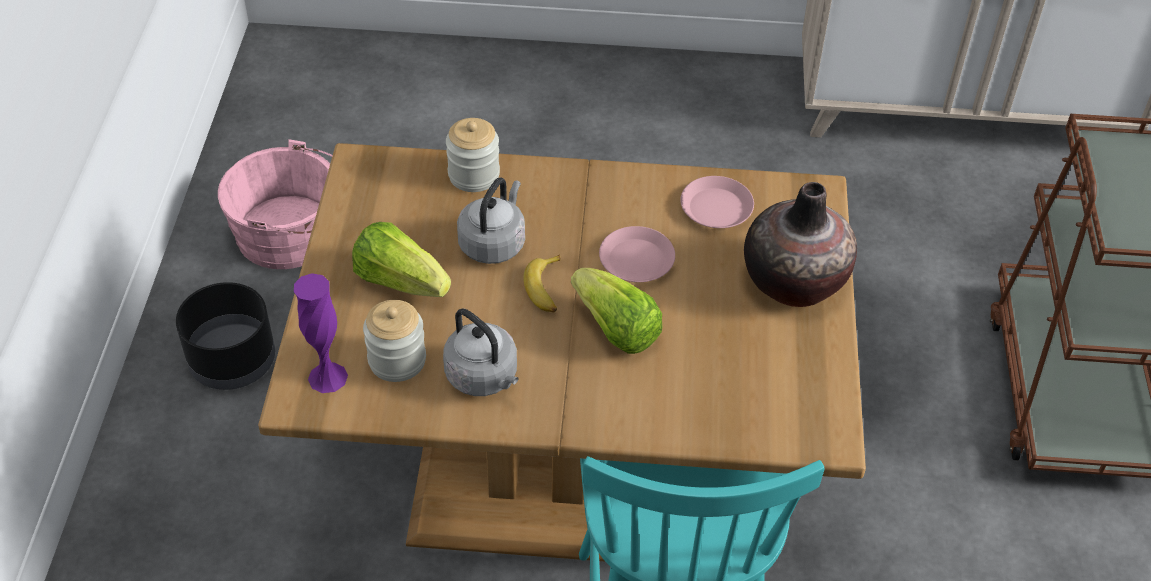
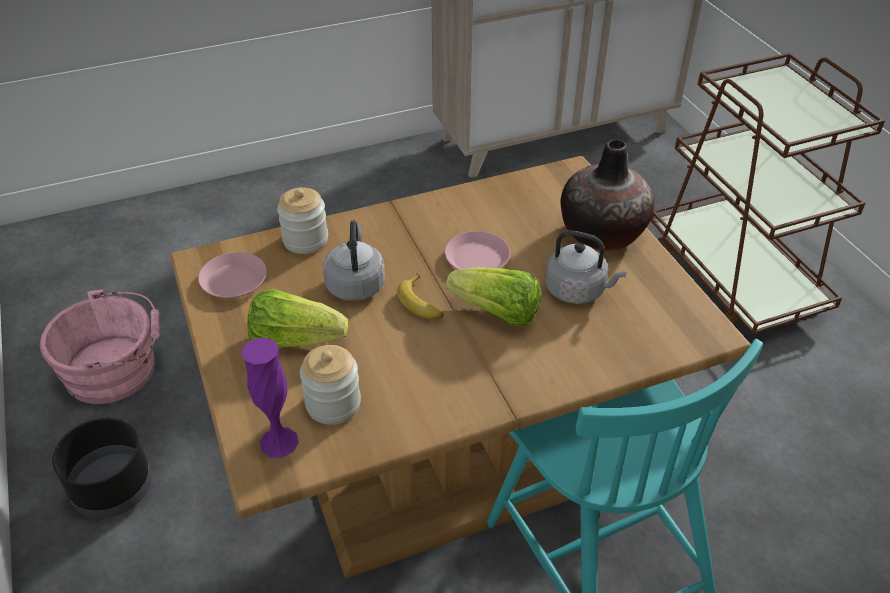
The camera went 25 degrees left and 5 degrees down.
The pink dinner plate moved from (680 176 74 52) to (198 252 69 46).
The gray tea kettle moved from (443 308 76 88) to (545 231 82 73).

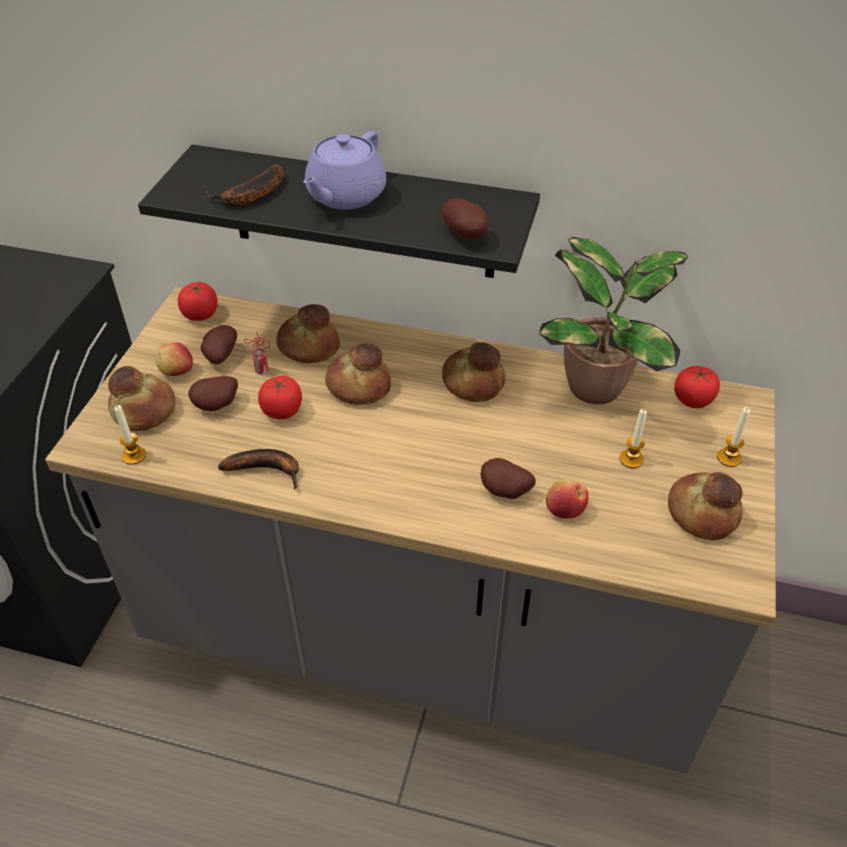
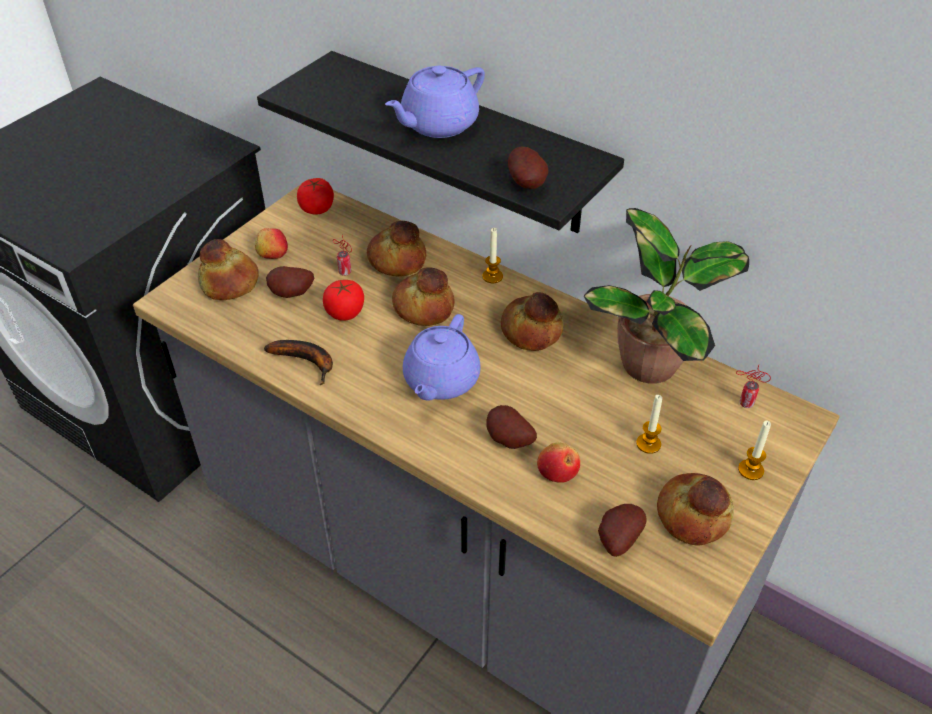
The camera went 20 degrees right and 0 degrees up.
The purplish pot for tea at (403 314 78 87) appeared.
The wax candle moved from (114 405 32 60) to (482 228 21 55).
The spud moved from (200 325 37 39) to (598 504 48 53).
The tomato at (674 366 46 42) was replaced by the metal can at (736 365 35 43).
The banana at (206 164 77 42) disappeared.

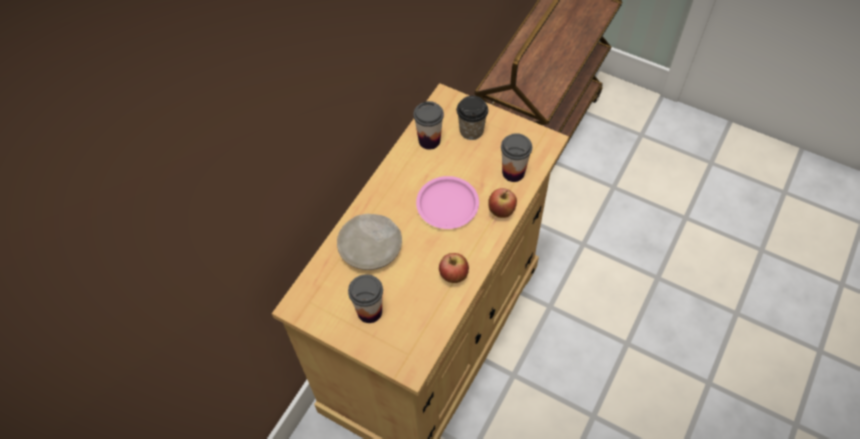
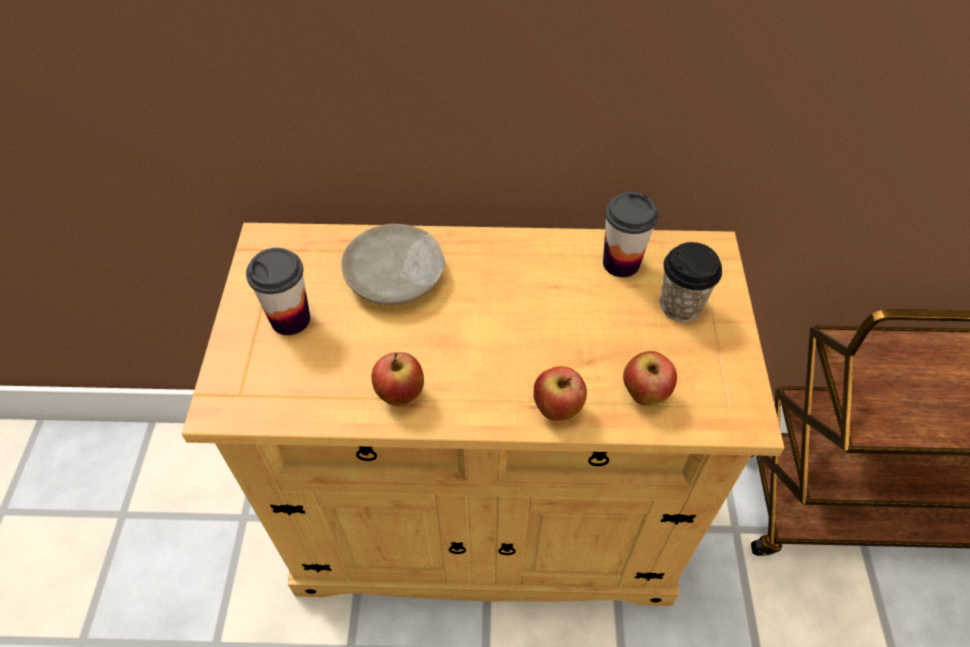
The camera went 60 degrees right and 5 degrees down.
The cup at (501 133 31 49) was replaced by the apple at (623 351 54 55).
The pink dinner plate at (416 176 63 53) disappeared.

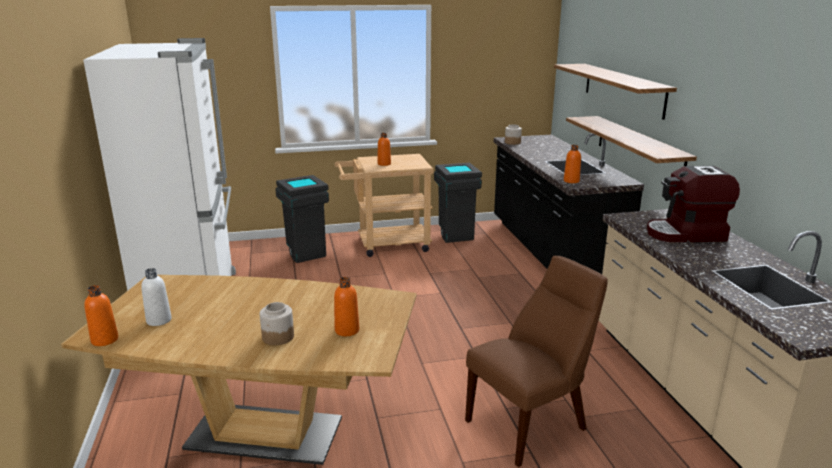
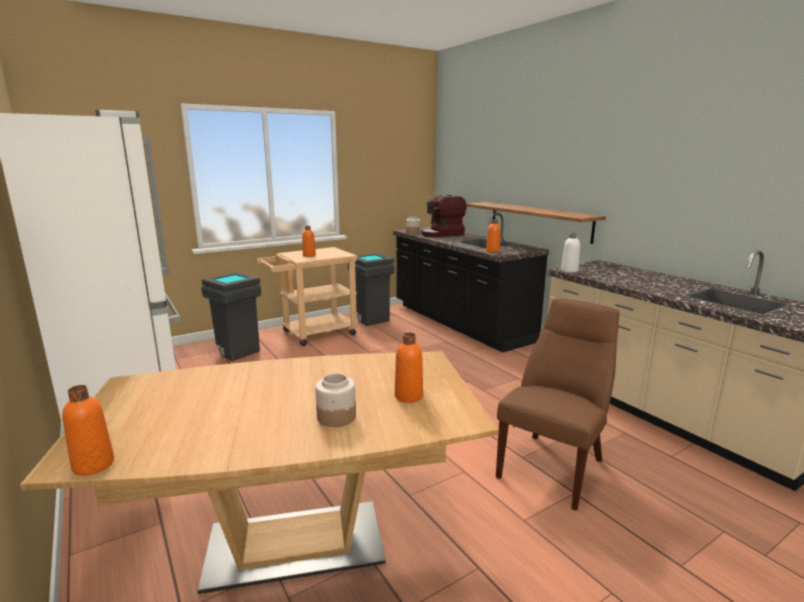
The camera went 20 degrees left and 5 degrees down.
The coffee maker moved from (647 166 93 76) to (421 195 46 42).
The white-coloured bottle moved from (141 268 31 58) to (561 232 19 41).
The bracket shelf at (554 64 123 56) disappeared.

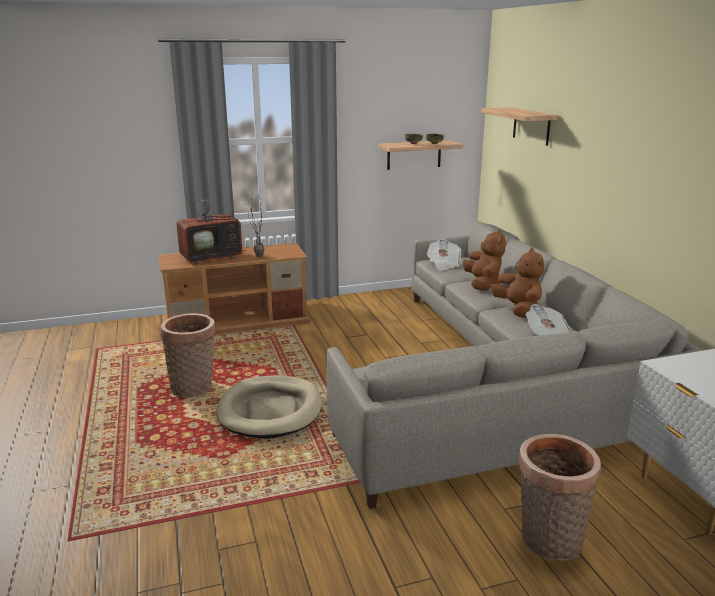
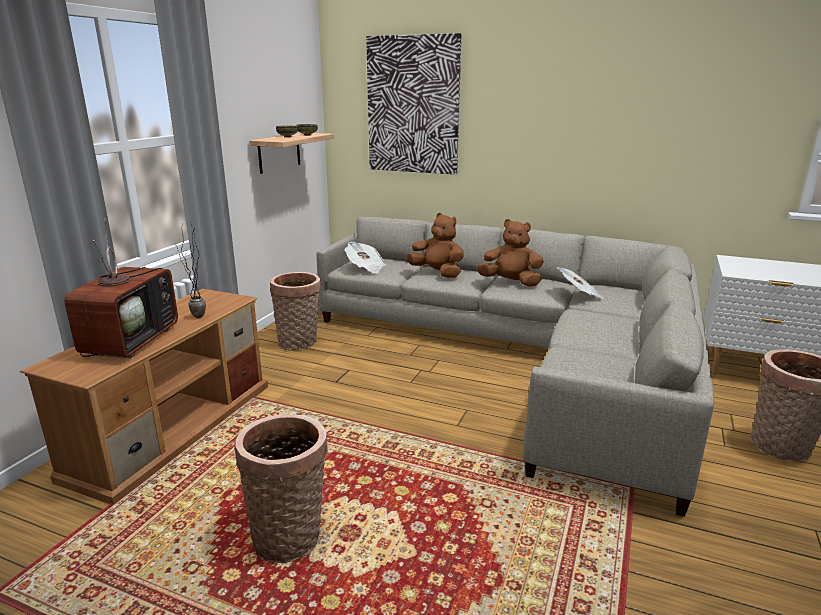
The camera went 50 degrees left and 0 degrees up.
The basket at (270 272 51 78) appeared.
The bracket shelf at (481 107 77 39) was replaced by the wall art at (366 33 95 142).
The sand-coloured dog bed at (216 375 106 64) disappeared.

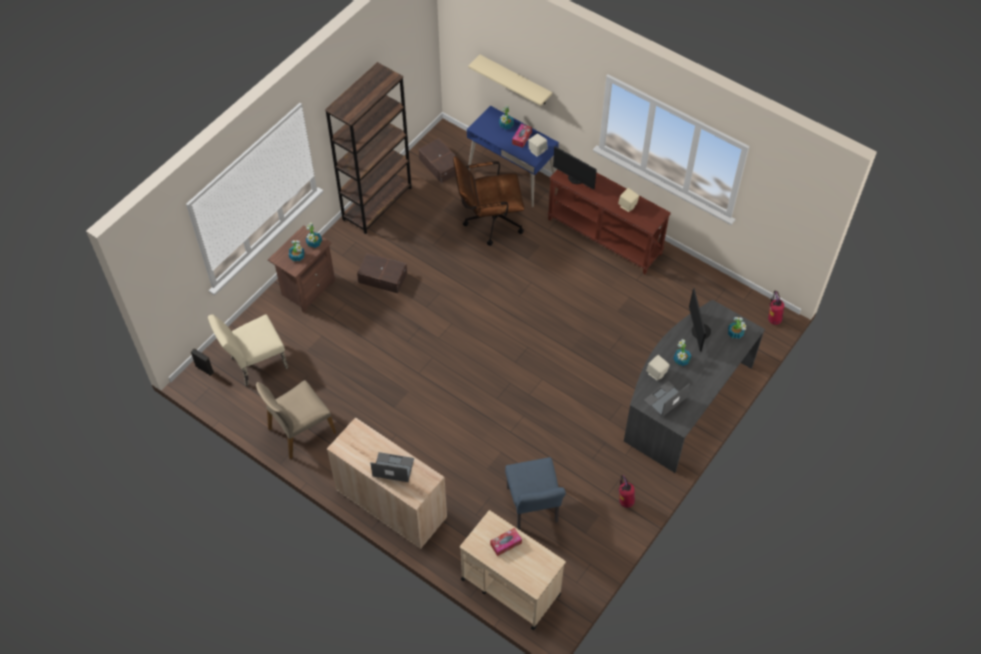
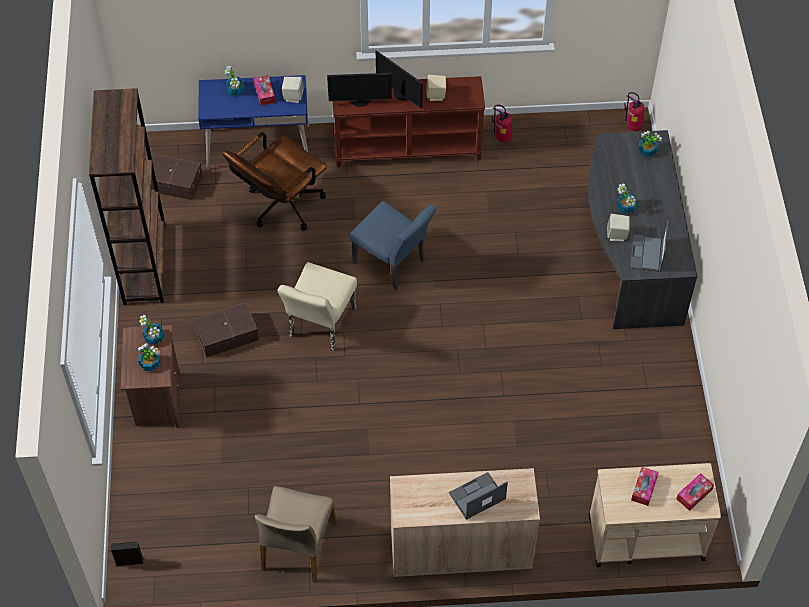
The camera went 40 degrees left and 0 degrees up.
The sand-coloured plain chair moved from (208 314 80 72) to (278 262 79 89).
The blue plain chair moved from (505 457 61 73) to (350 201 86 89).
The monitor moved from (689 288 22 64) to (376 50 47 58).
The extinguisher moved from (618 475 17 33) to (492 105 20 37).
The tissue box at (676 473 38 38) appeared.
The sand-coloured bracket shelf at (468 55 84 51) disappeared.

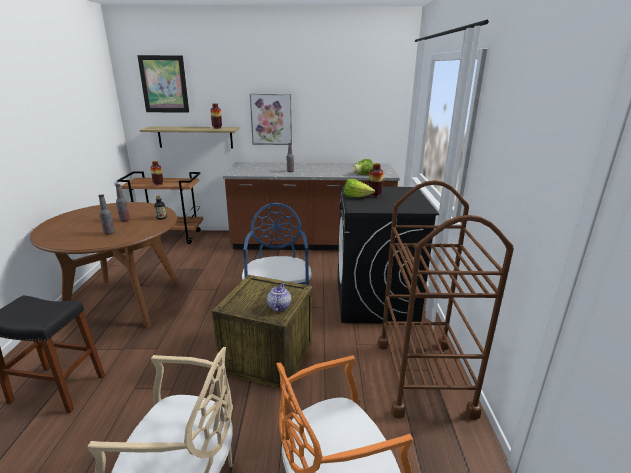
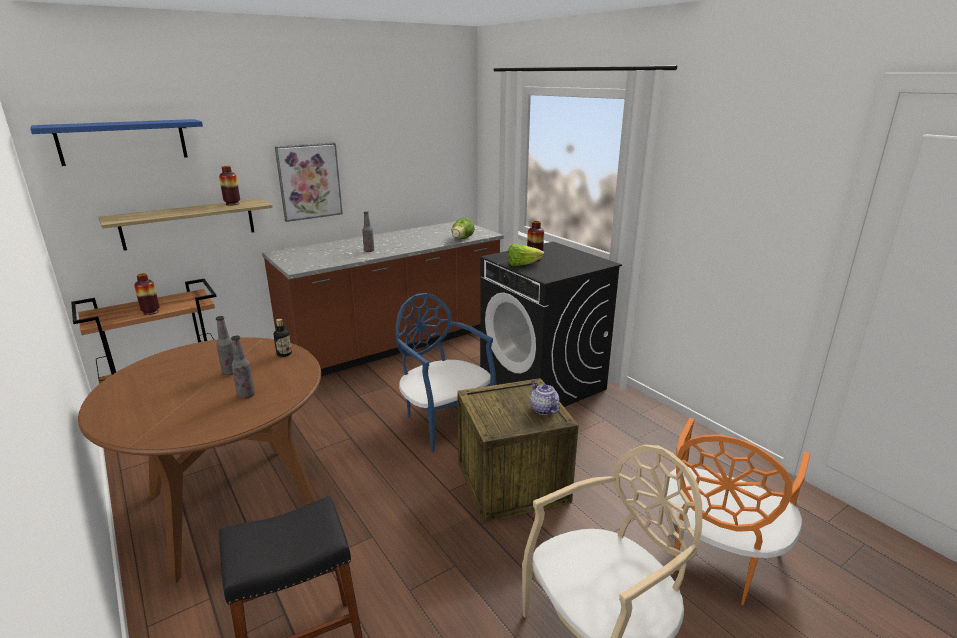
The camera went 35 degrees left and 0 degrees up.
The wall art at (137 55 52 58) was replaced by the blue bracket shelf at (30 119 173 47).
The brown wheeled cart at (377 180 137 240) disappeared.

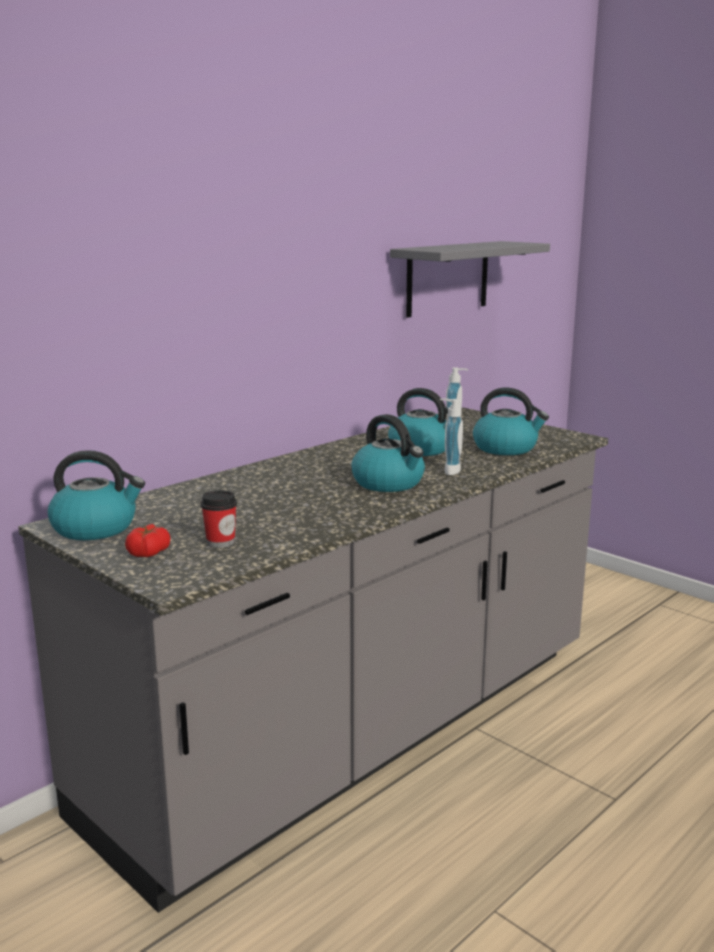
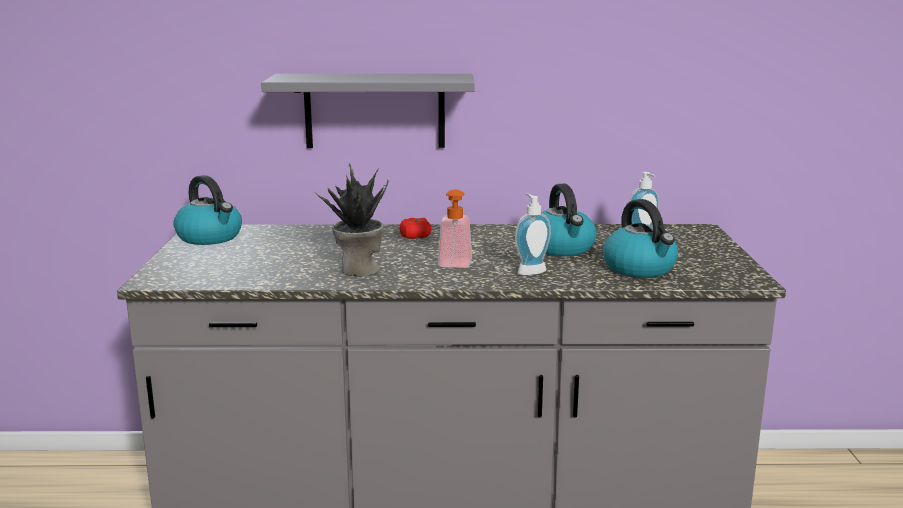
The camera went 45 degrees right and 0 degrees up.
The gray bracket shelf moved from (390 241 160 77) to (261 74 214 74).
The potted plant at (314 163 75 114) appeared.
The tomato moved from (125 524 46 33) to (399 218 32 21).
The tea kettle at (352 414 73 78) was replaced by the liquid soap bottle at (438 189 34 79).
The cup at (201 490 36 58) disappeared.

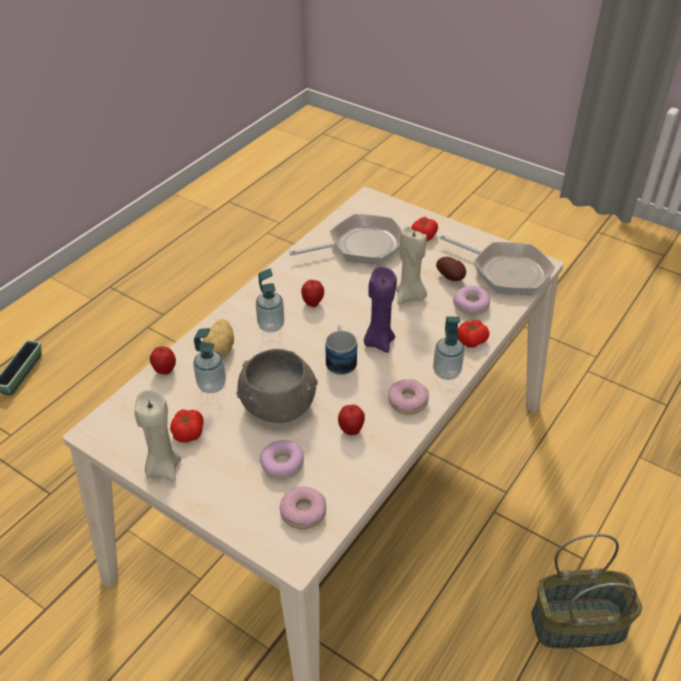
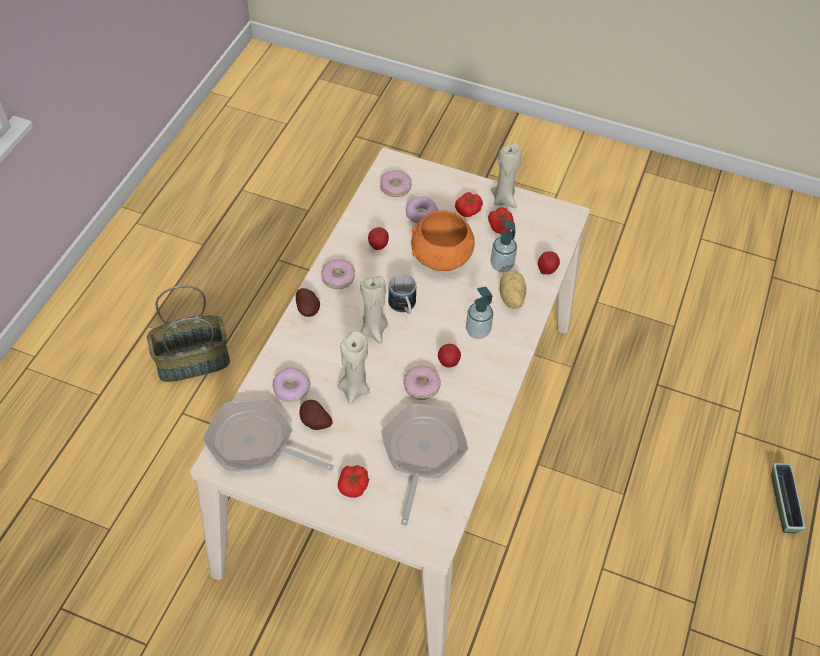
The camera went 165 degrees right and 10 degrees up.
The liquid soap bottle at (433 317 32 63) was replaced by the spud at (296 288 24 29).
The purplish wax candle at (364 267 33 86) became the sand-coloured wax candle at (360 276 28 68).
The skillet at (289 214 113 50) turned 135 degrees clockwise.
The ring doughnut at (404 366 37 34) appeared.
The gray deep dish at (236 349 82 74) became the orange deep dish at (411 210 64 61).
The tomato moved from (458 320 31 28) to (455 192 28 25).

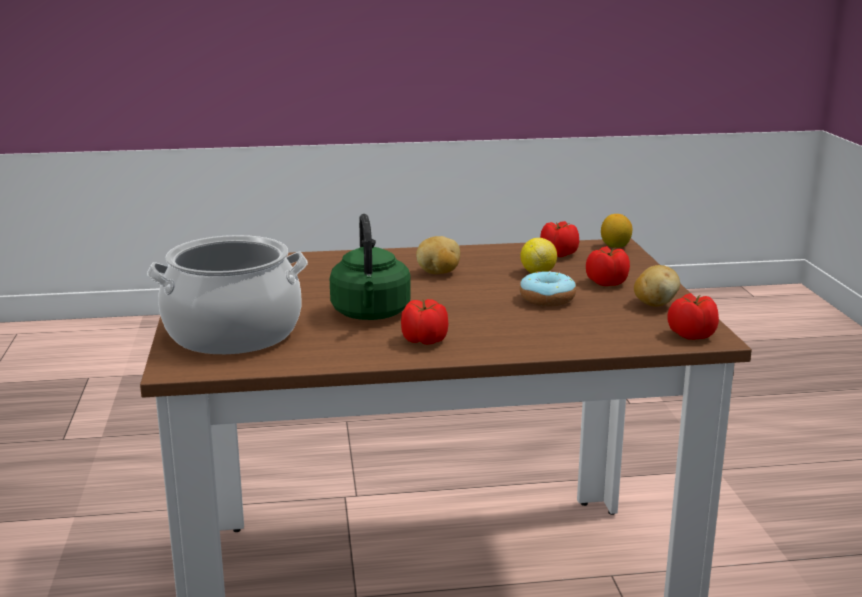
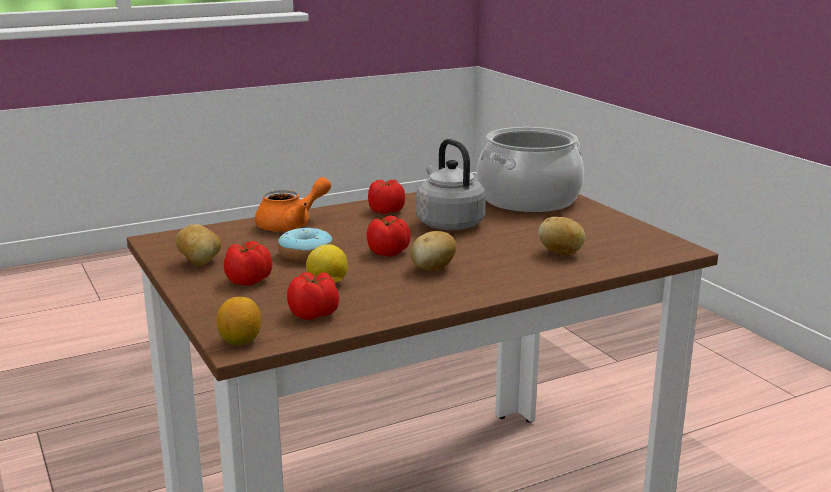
The camera went 160 degrees right and 0 degrees up.
The orange pot for tea at (255 177 76 55) appeared.
The tomato moved from (667 293 52 47) to (366 215 45 42).
The green tea kettle at (330 214 81 106) became the gray tea kettle at (416 139 70 91).
The spud at (538 217 47 38) appeared.

